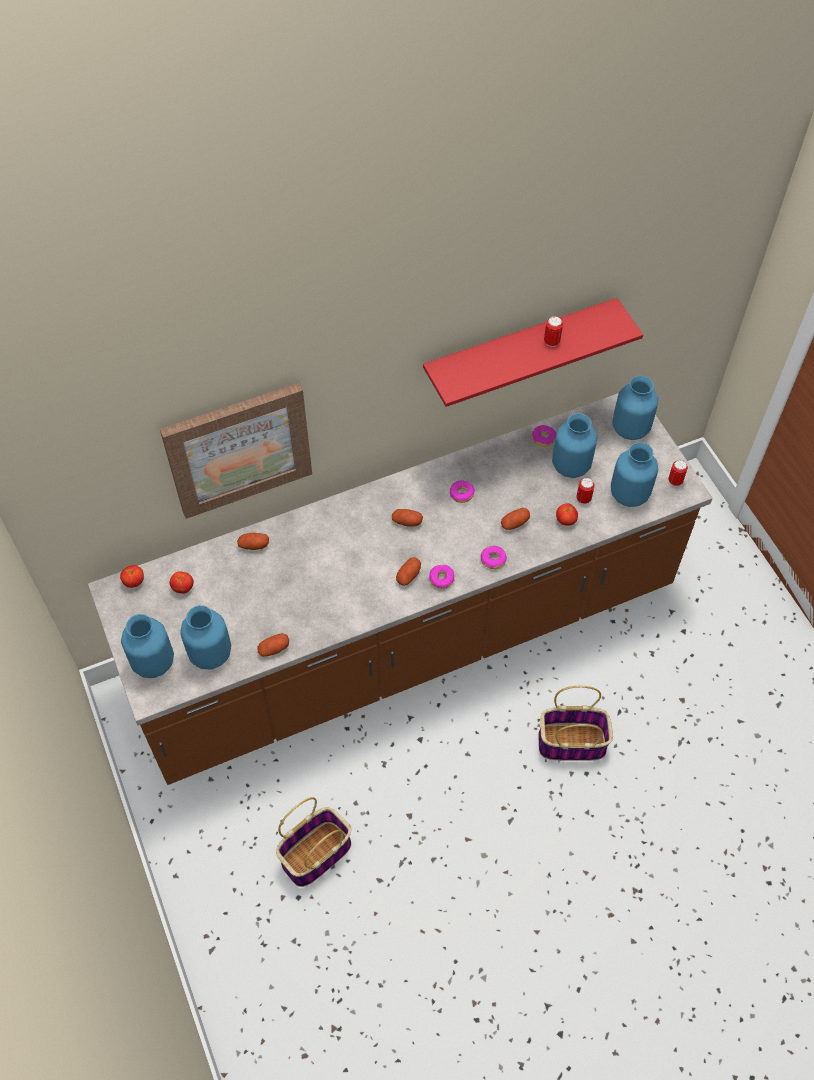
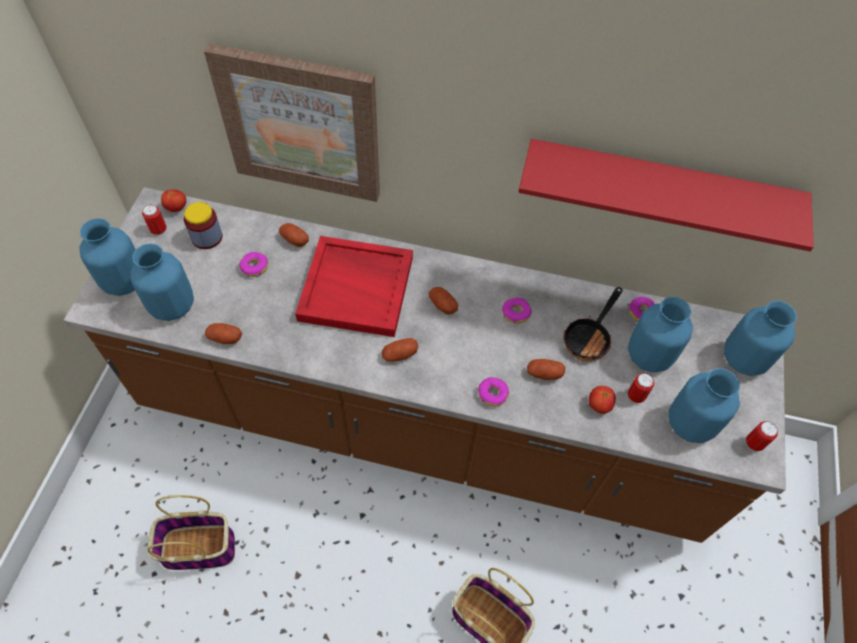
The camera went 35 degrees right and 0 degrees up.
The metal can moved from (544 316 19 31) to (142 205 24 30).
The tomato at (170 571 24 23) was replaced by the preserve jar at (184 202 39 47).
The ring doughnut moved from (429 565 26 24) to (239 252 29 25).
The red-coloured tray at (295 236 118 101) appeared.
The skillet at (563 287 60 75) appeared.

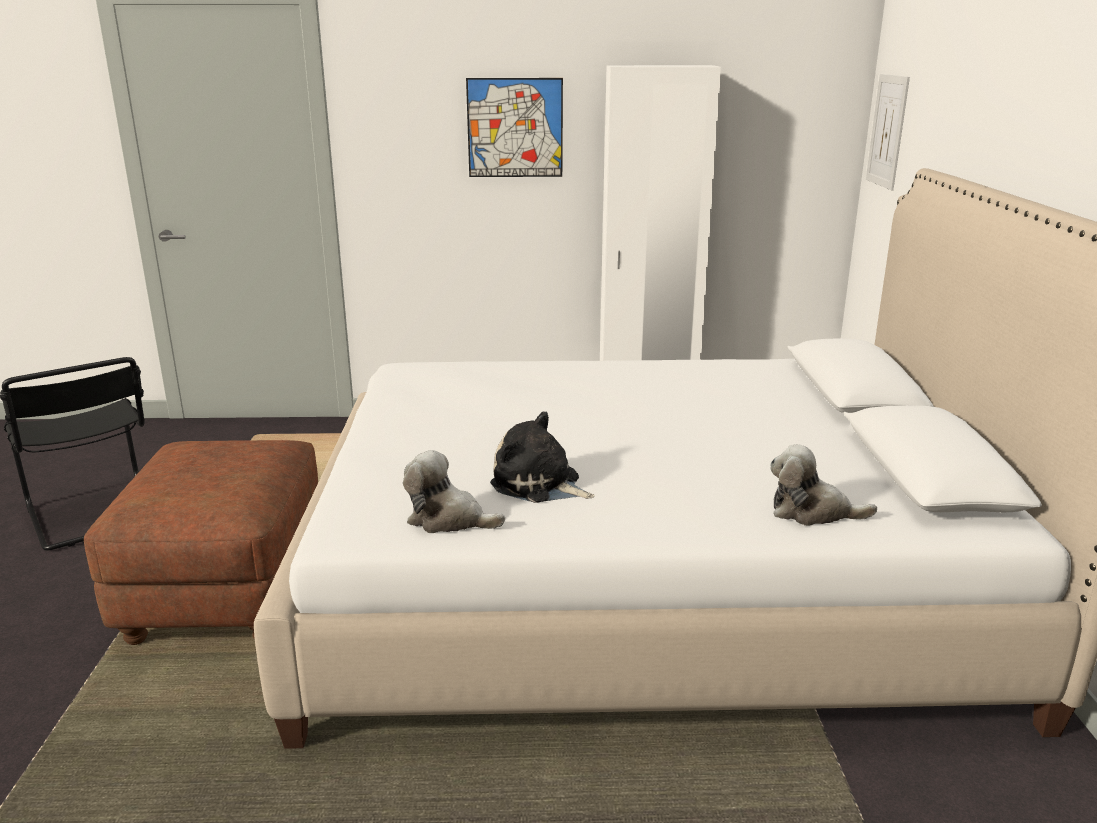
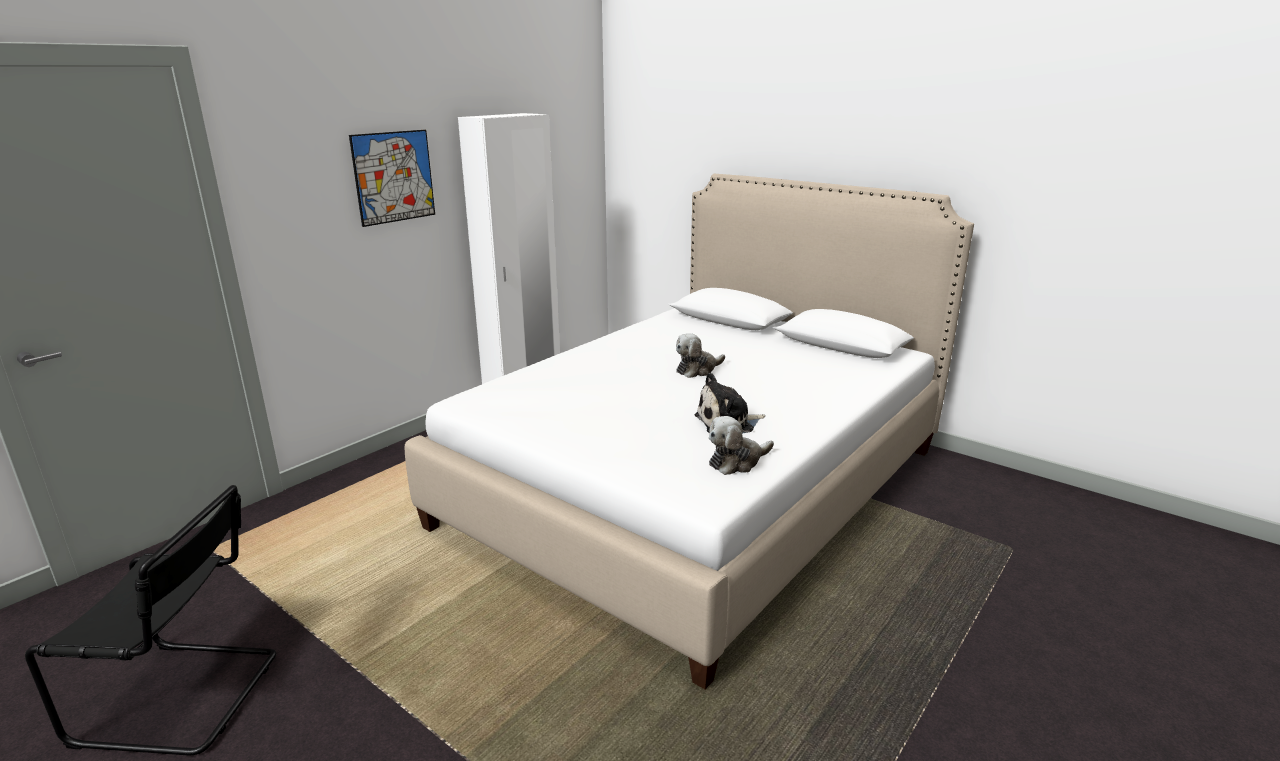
The camera went 50 degrees left and 0 degrees up.
The soft toy moved from (770 444 107 82) to (676 333 49 45).
The brown pouffe at (84 440 234 205) disappeared.
The wall art at (866 74 44 116) disappeared.

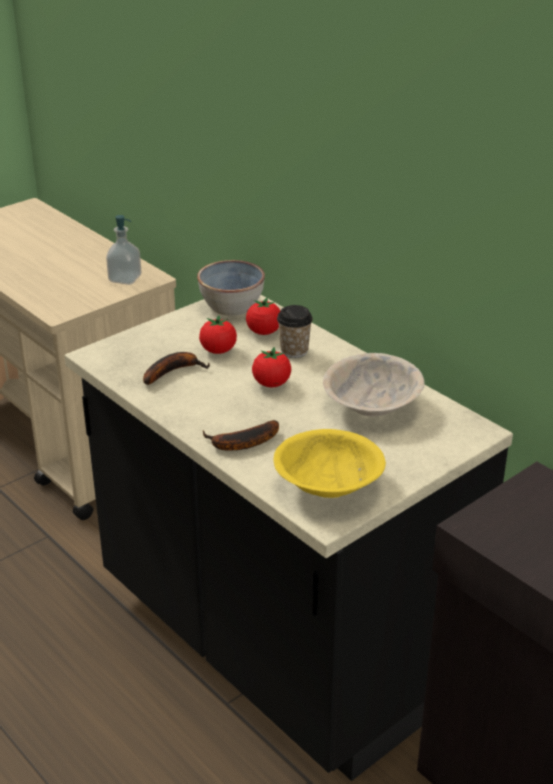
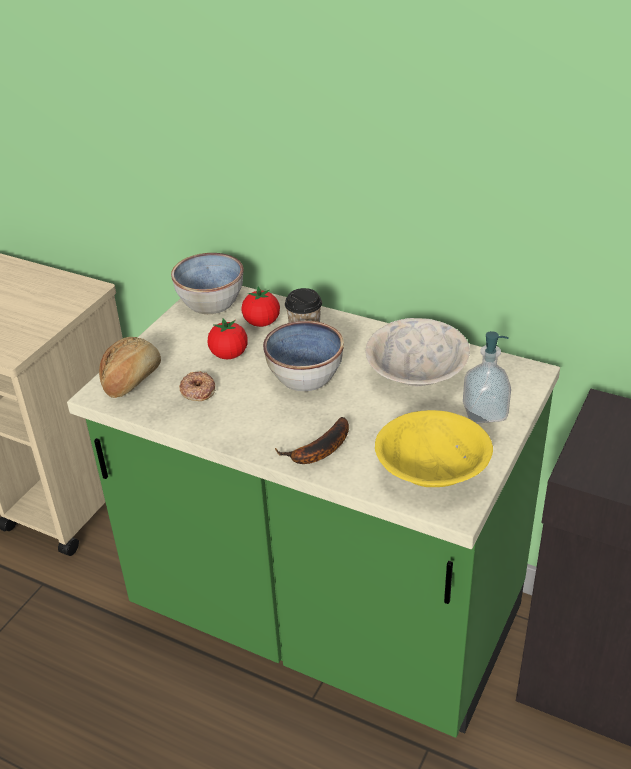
The camera went 20 degrees left and 5 degrees up.
The black-coloured kitchen counter at (65 295 448 486) became the green kitchen counter at (67 286 493 452).
The bread at (99 337 62 61) appeared.
The banana at (143 352 67 33) was replaced by the ring doughnut at (179 371 36 30).
The tomato at (252 347 39 40) was replaced by the deep dish at (263 321 81 70).
The liquid soap bottle moved from (106 215 35 70) to (463 331 48 93).

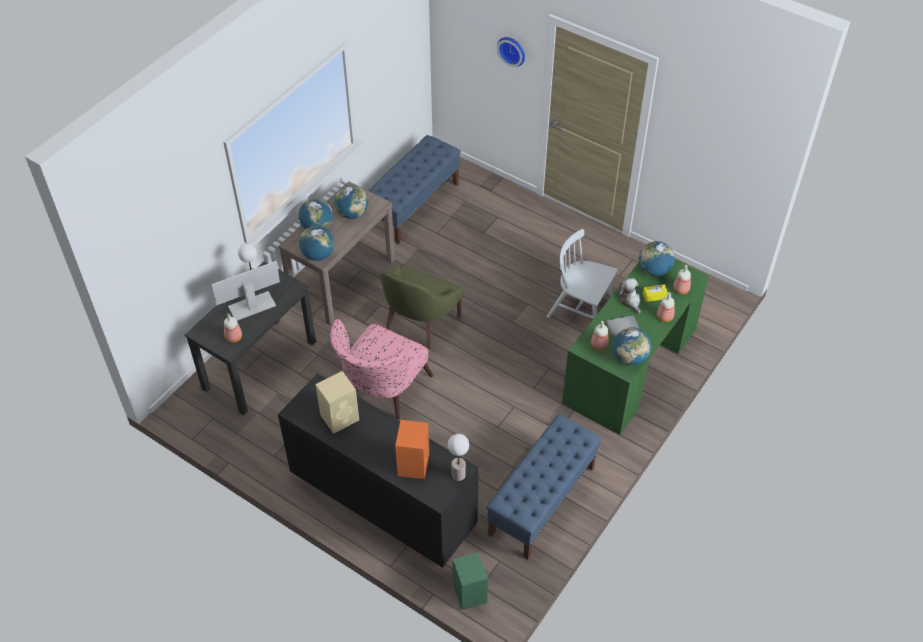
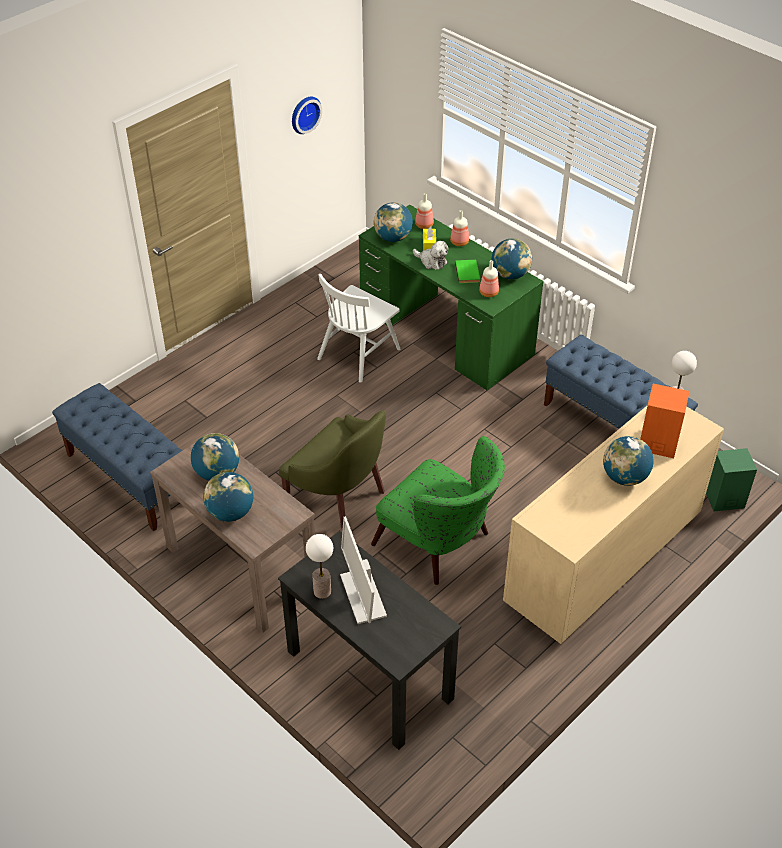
The camera went 80 degrees left and 5 degrees down.
The wall clock moved from (497 37 28 30) to (292 97 30 37).
The pink armchair at (330 319 103 101) became the green armchair at (371 436 134 149).
The soft toy at (618 278 22 36) turned 135 degrees counterclockwise.
The gray volume at (606 315 34 22) became the green volume at (455 259 25 24).
The black-coloured dresser at (278 373 201 195) became the sand-coloured dresser at (503 405 221 239).
The globe moved from (299 226 35 35) to (603 436 51 50).
The bottle at (224 313 18 30) disappeared.
The sand-coloured loudspeaker at (315 371 44 63) disappeared.

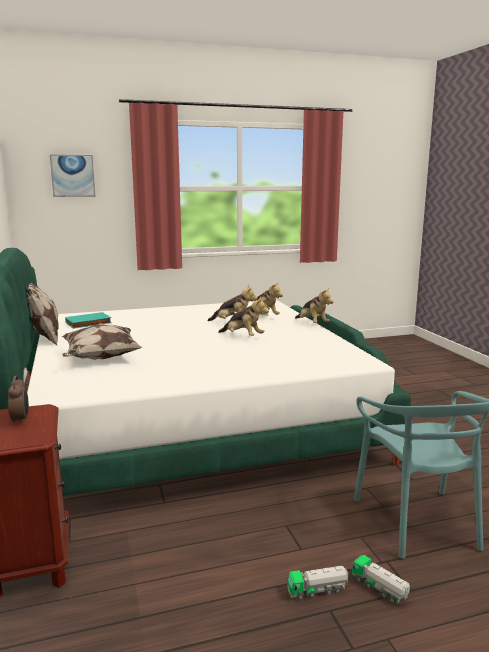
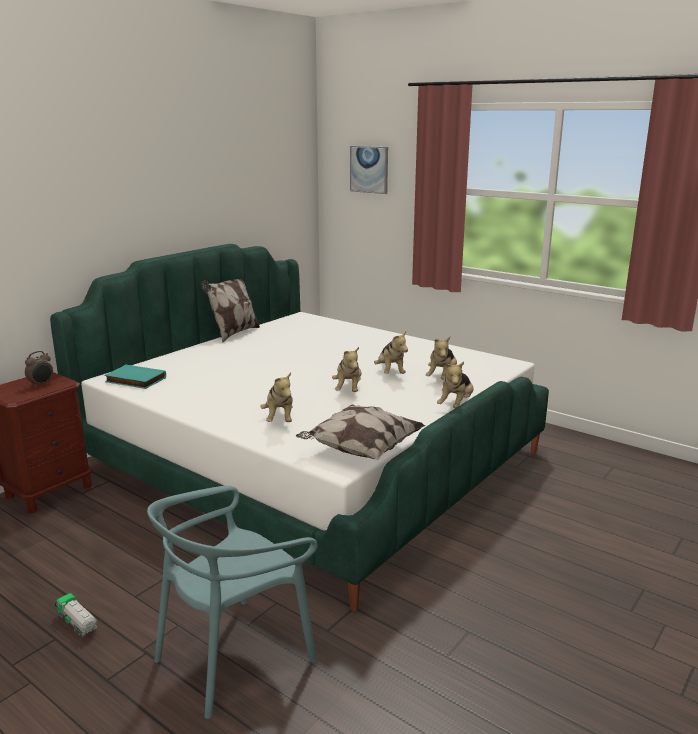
The camera went 55 degrees right and 5 degrees up.
The turquoise volume moved from (65 312 47 17) to (104 364 62 25).
The soft toy at (260 372 33 50) appeared.
The cushion moved from (62 323 81 37) to (296 404 129 56).
The model truck at (352 555 58 49) disappeared.

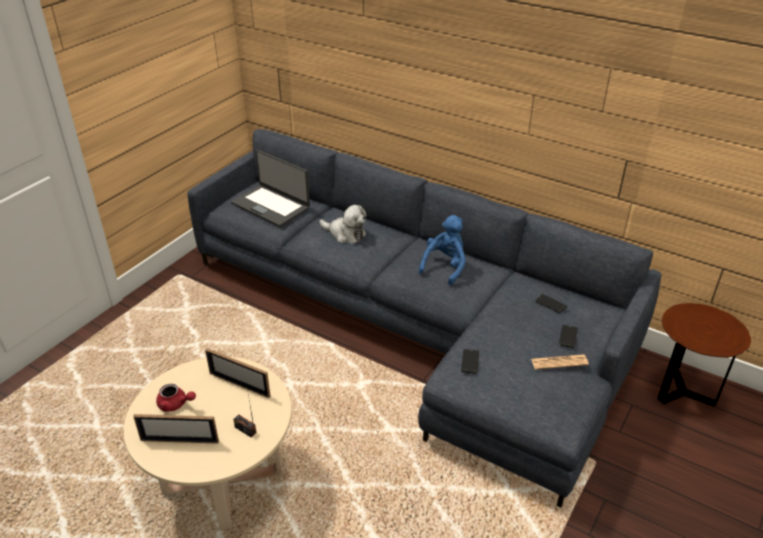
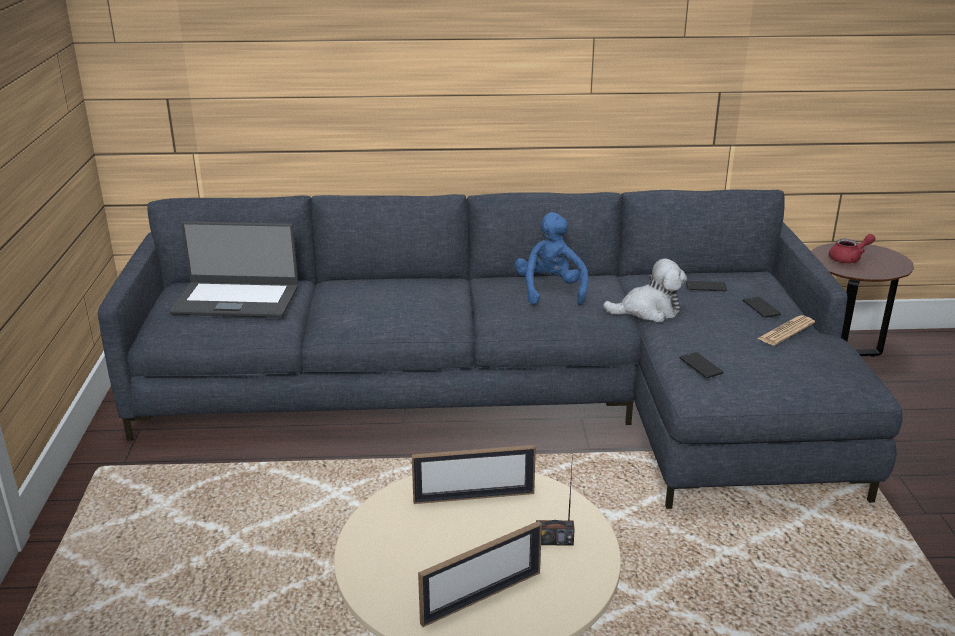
The camera went 35 degrees left and 10 degrees down.
The soft toy moved from (319 205 47 38) to (603 259 84 63).
The red-coloured pot for tea moved from (156 384 40 28) to (829 234 46 29).

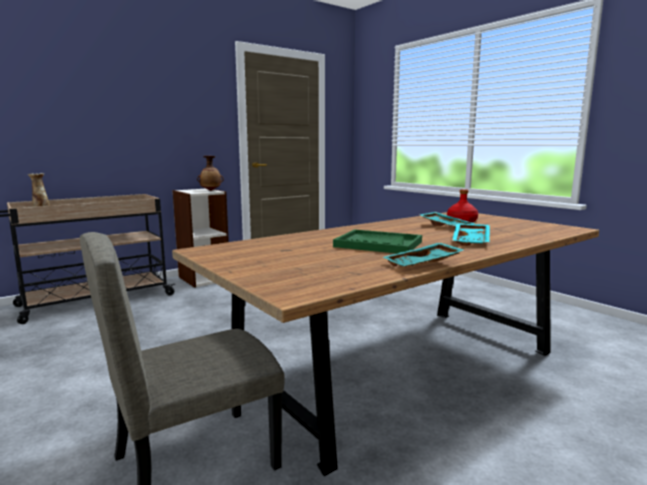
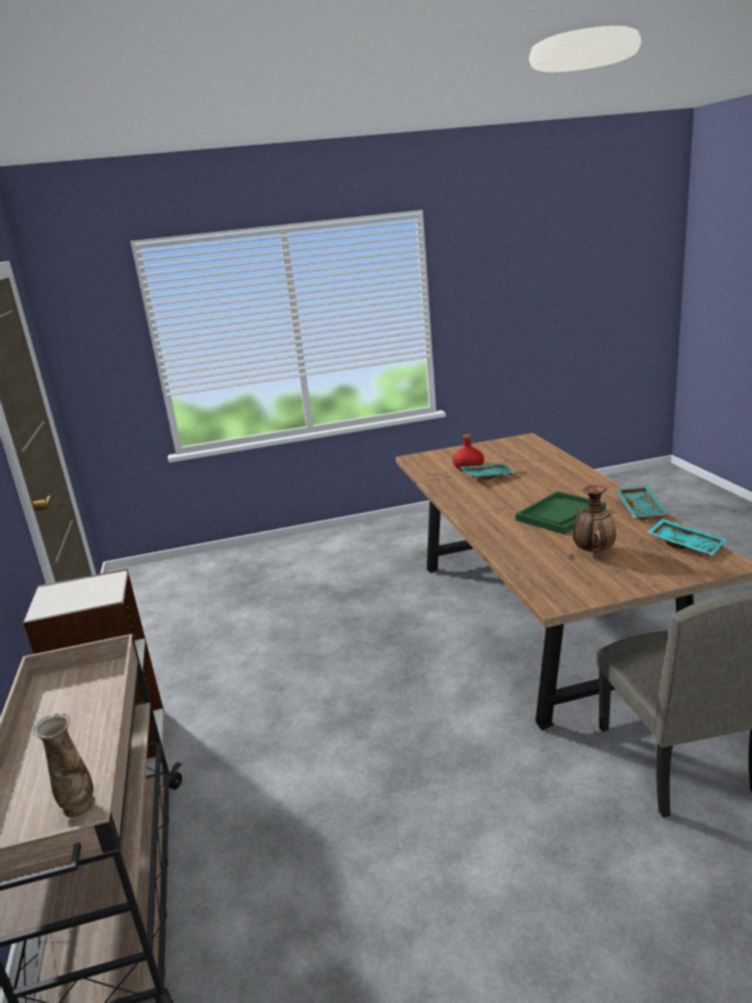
The camera went 65 degrees left and 10 degrees up.
The flower vase moved from (197 156 27 35) to (573 485 43 68).
The turquoise tray moved from (452 223 38 23) to (647 519 80 37).

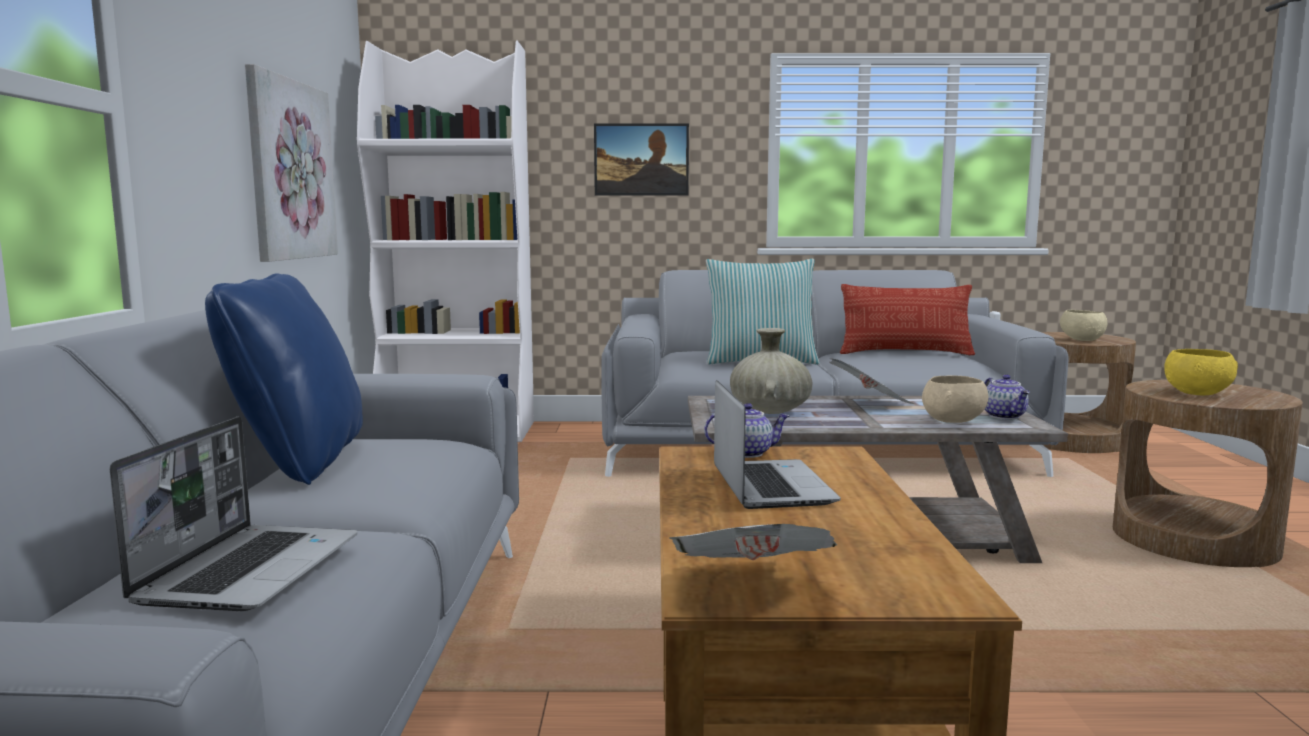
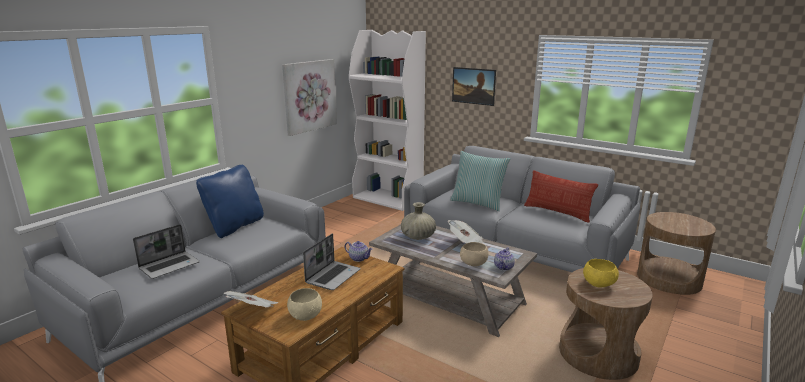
The camera went 35 degrees right and 10 degrees up.
The sand-coloured deep dish moved from (1060 310 47 31) to (287 288 35 33).

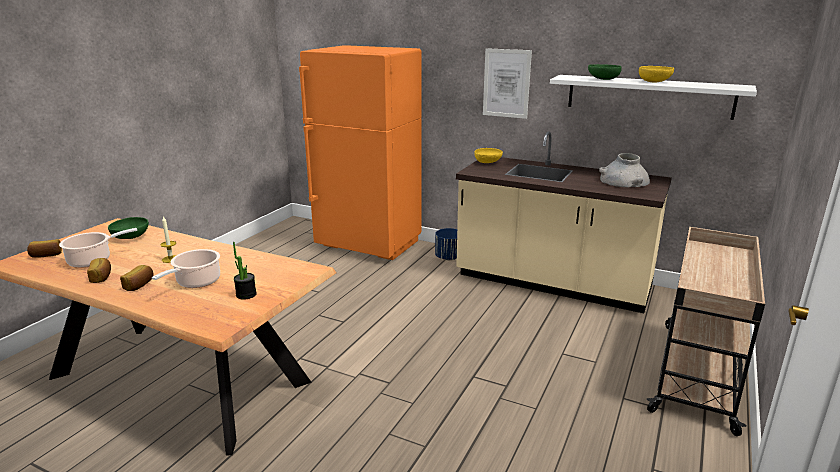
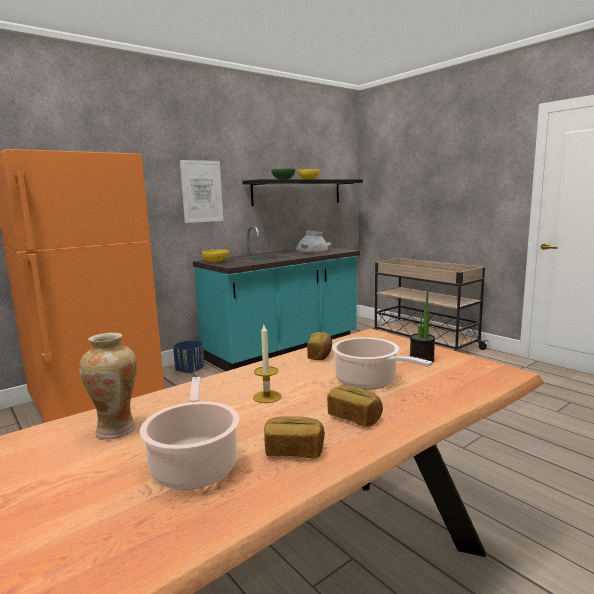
The camera went 65 degrees left and 10 degrees down.
The green deep dish at (108 217 41 22) was replaced by the flower vase at (79 333 58 106).
The sand-coloured kitchen counter at (456 132 216 181) became the turquoise kitchen counter at (193 226 167 145).
The white-coloured bracket shelf at (550 75 207 45) became the black-coloured bracket shelf at (242 179 121 27).
The bread moved from (27 239 35 19) to (307 332 25 28).

